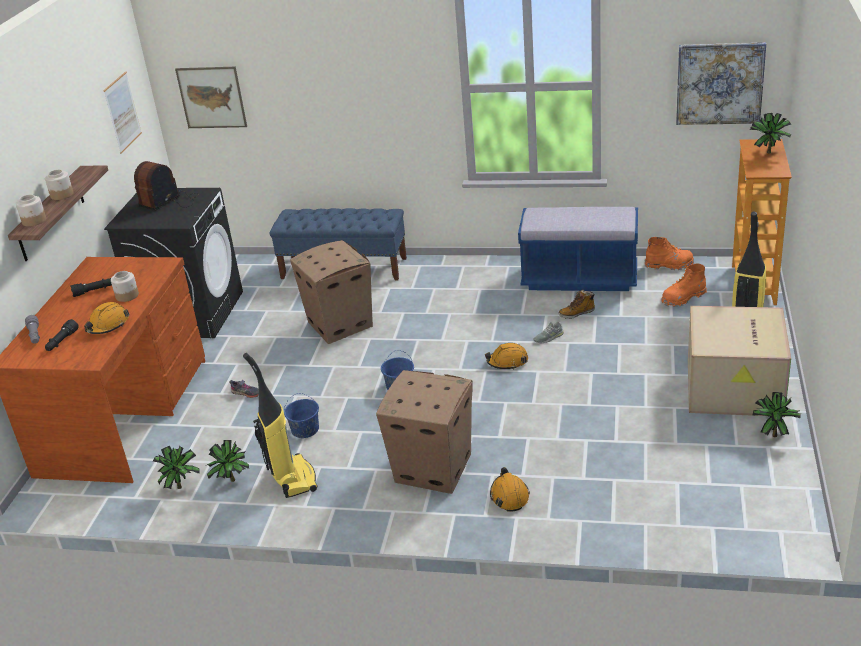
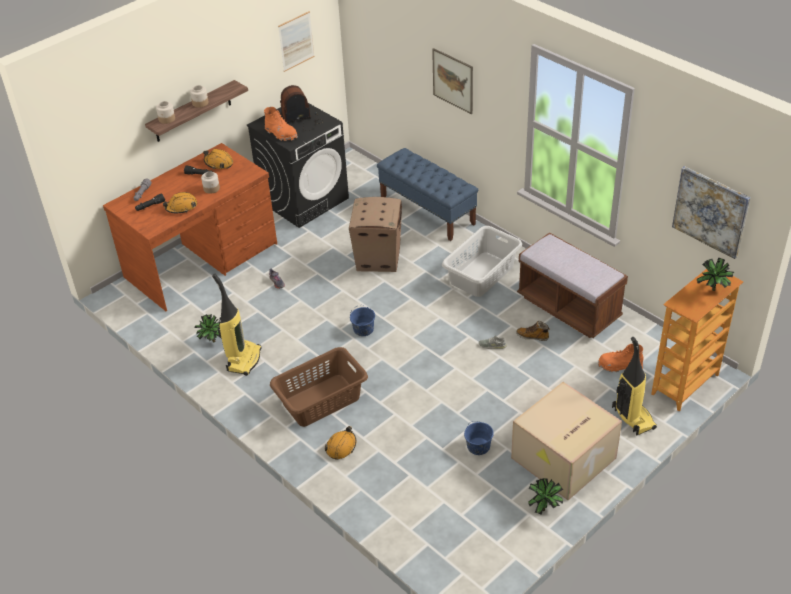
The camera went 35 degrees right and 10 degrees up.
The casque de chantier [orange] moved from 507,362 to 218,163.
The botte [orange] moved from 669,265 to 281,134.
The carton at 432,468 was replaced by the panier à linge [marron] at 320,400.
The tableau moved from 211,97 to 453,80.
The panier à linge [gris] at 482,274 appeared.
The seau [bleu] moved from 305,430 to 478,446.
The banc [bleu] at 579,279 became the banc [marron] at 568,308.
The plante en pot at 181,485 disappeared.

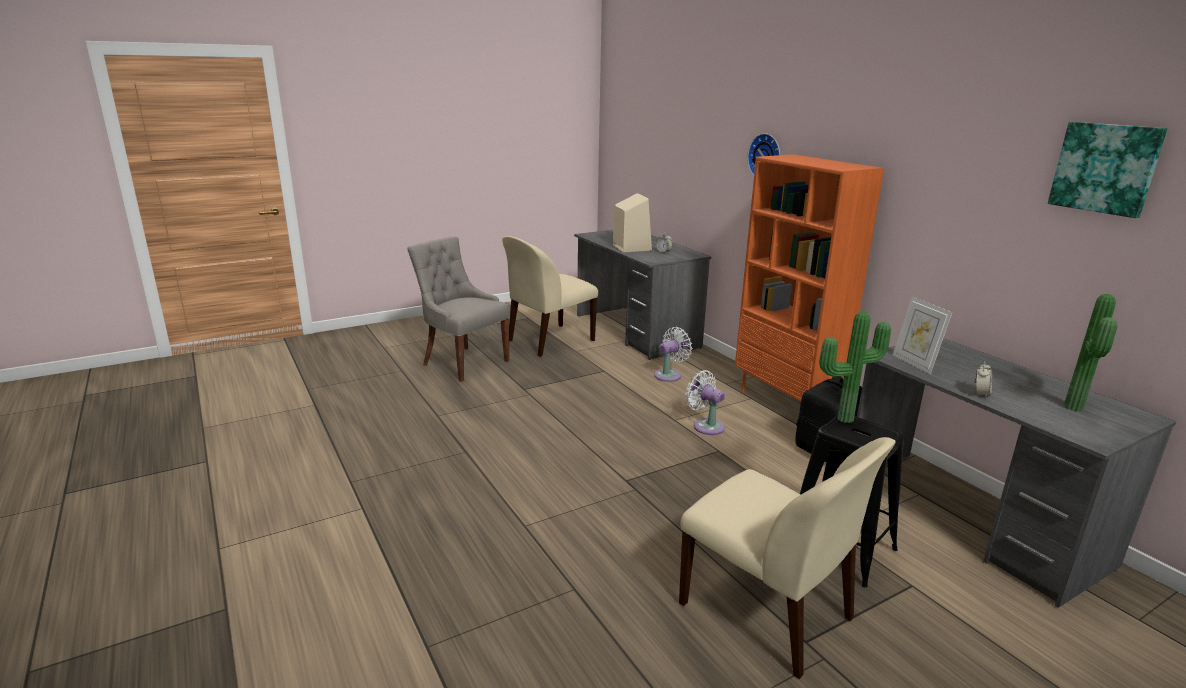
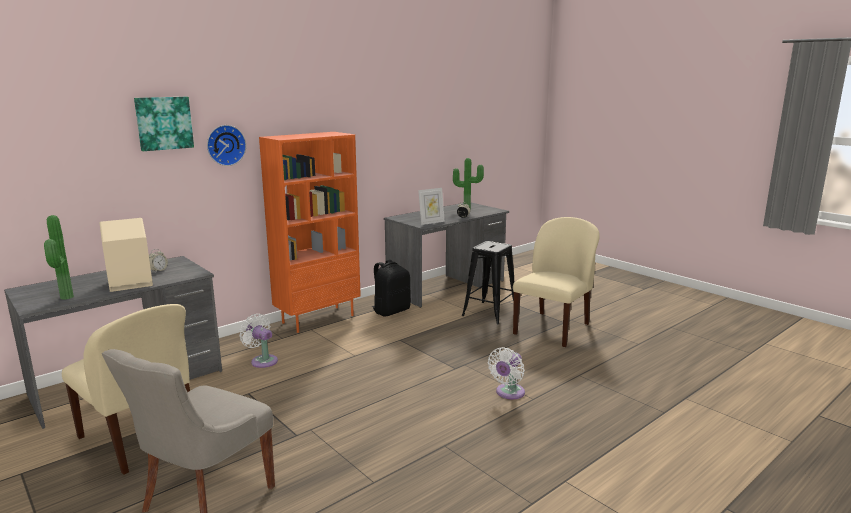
The camera went 100 degrees left and 5 degrees down.
The plante en pot moved from 843,417 to 64,298.
The tableau moved from 1105,168 to 164,123.
The ventilateur [blanc] moved from 706,426 to 508,393.

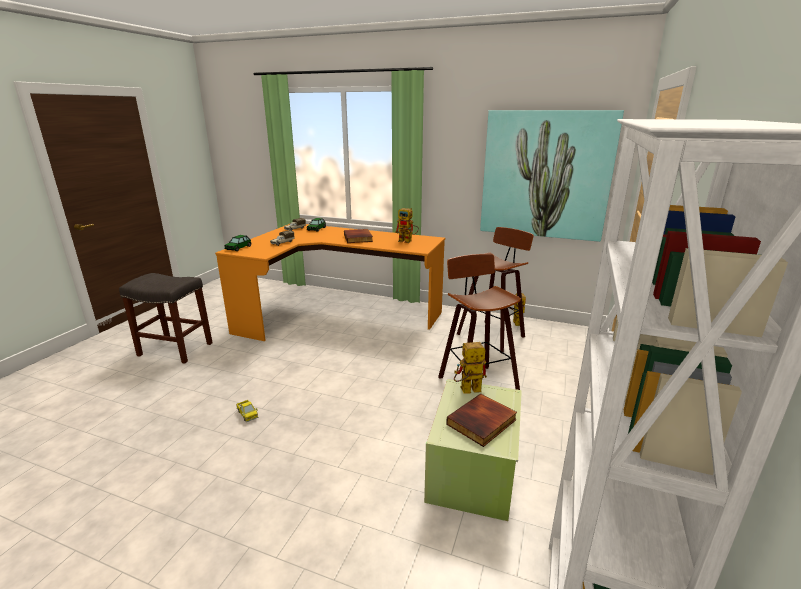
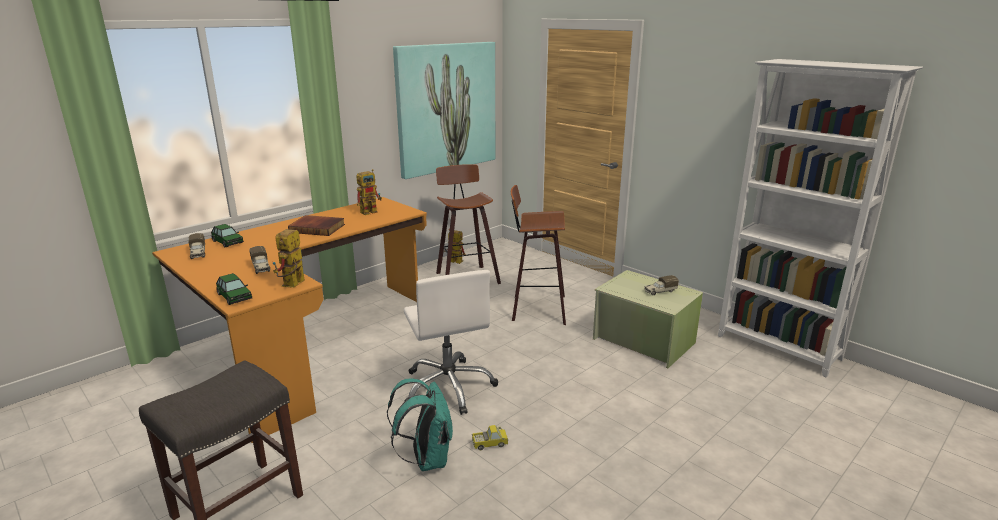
The camera went 65 degrees left and 0 degrees up.
The robot jouet moved from 466,391 to 292,285.
The sac à dos [turquoise] at 427,459 appeared.
The chaise de bureau [blanc] at 449,386 appeared.
The livre at 482,423 was replaced by the camion jouet at 660,291.

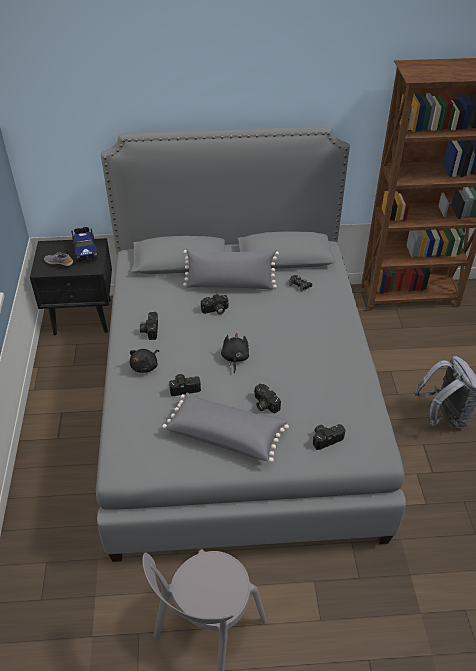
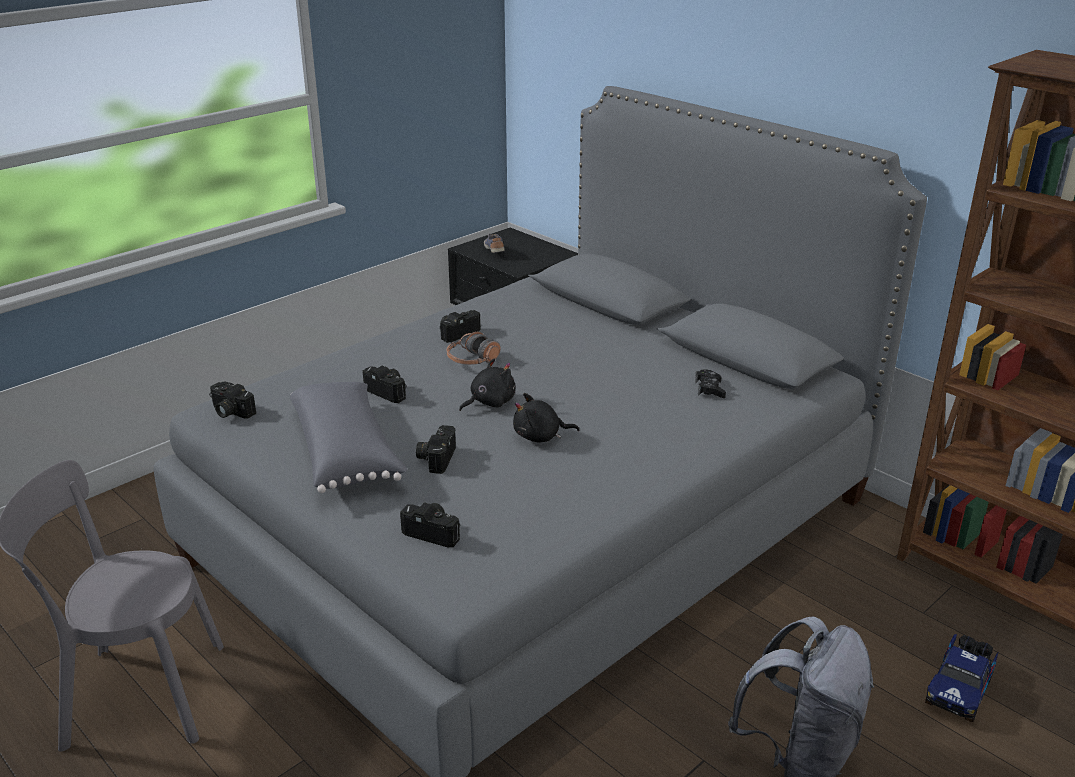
The camera went 50 degrees right and 15 degrees down.
The appareil photo moved from 215,310 to 230,411.
The casque audio at 472,360 appeared.
The peluche [noir] moved from 145,366 to 540,436.
The camion jouet moved from 85,250 to 960,688.
The coussin [gris] at 230,285 disappeared.

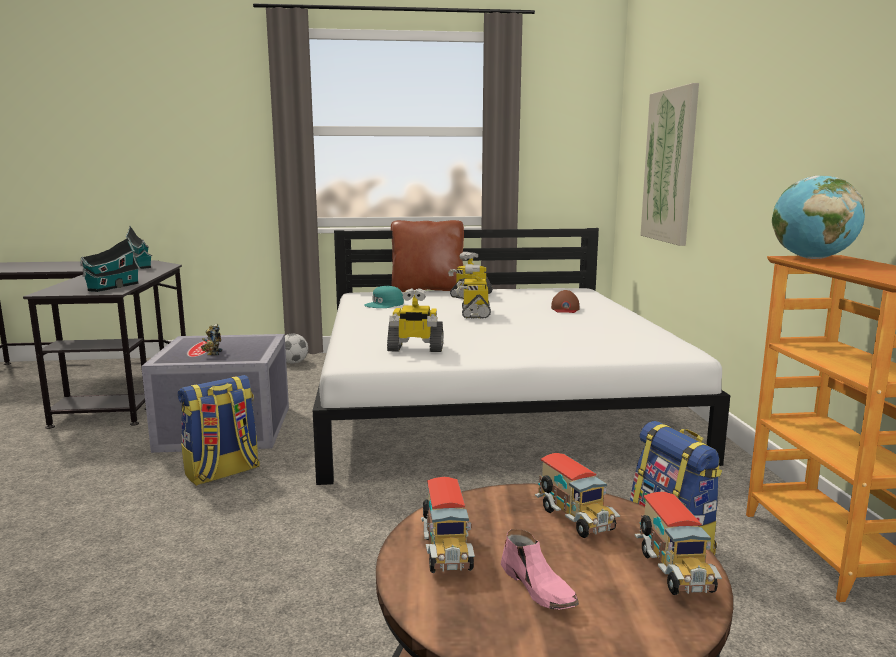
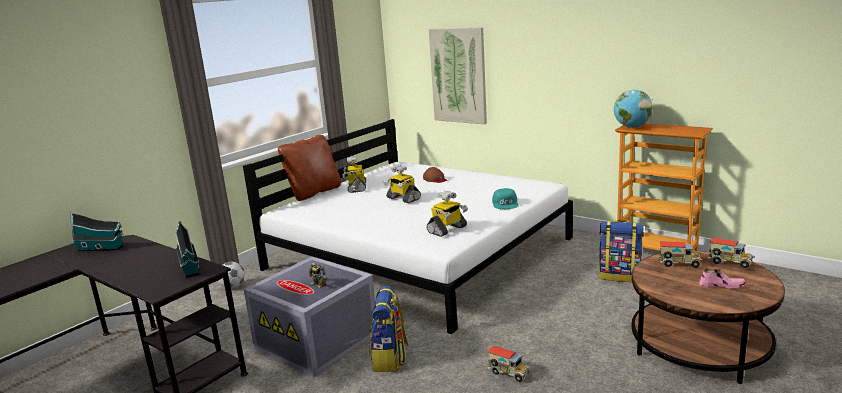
The camera went 45 degrees left and 5 degrees up.
The camion jouet moved from 446,552 to 508,374.
The casquette [turquoise] moved from 384,304 to 505,204.

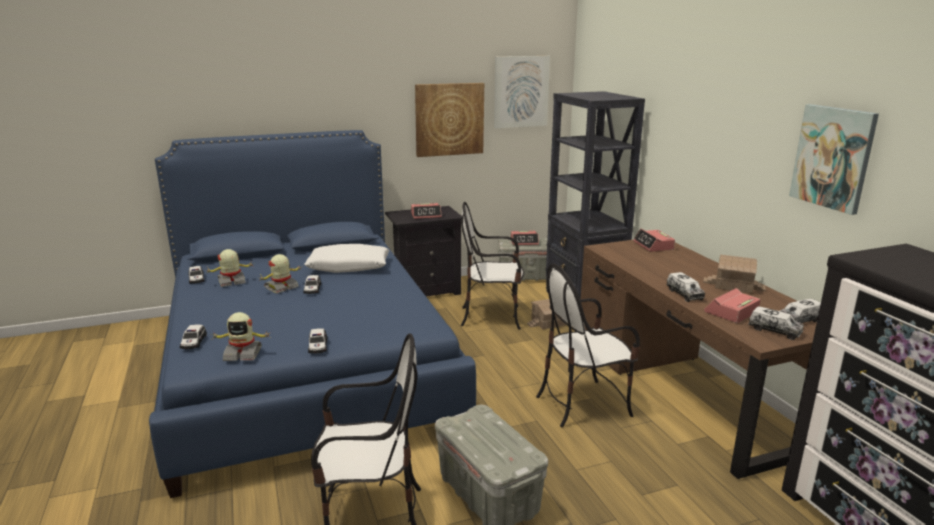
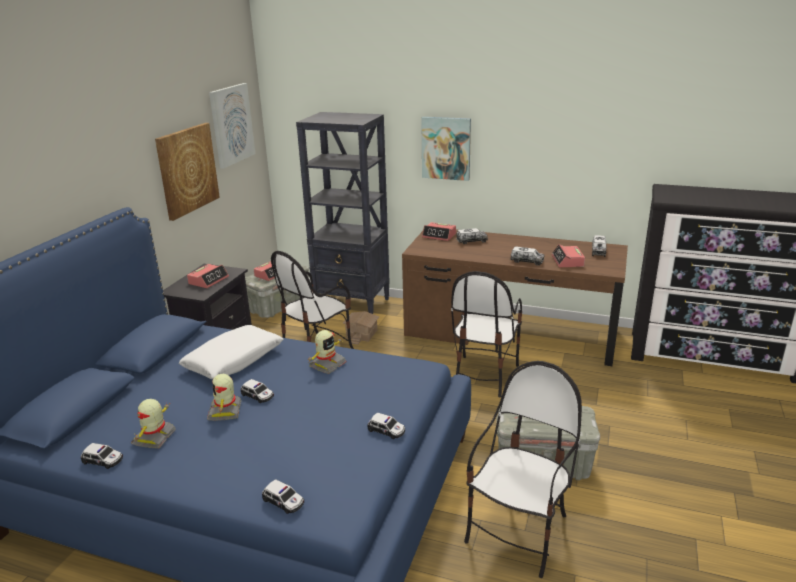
The camera went 50 degrees left and 5 degrees up.
The robot jouet moved from 243,354 to 327,365.
The tableau moved from 833,157 to 446,148.
The camion jouet moved from 774,331 to 471,241.
The maison miniature at 733,284 disappeared.

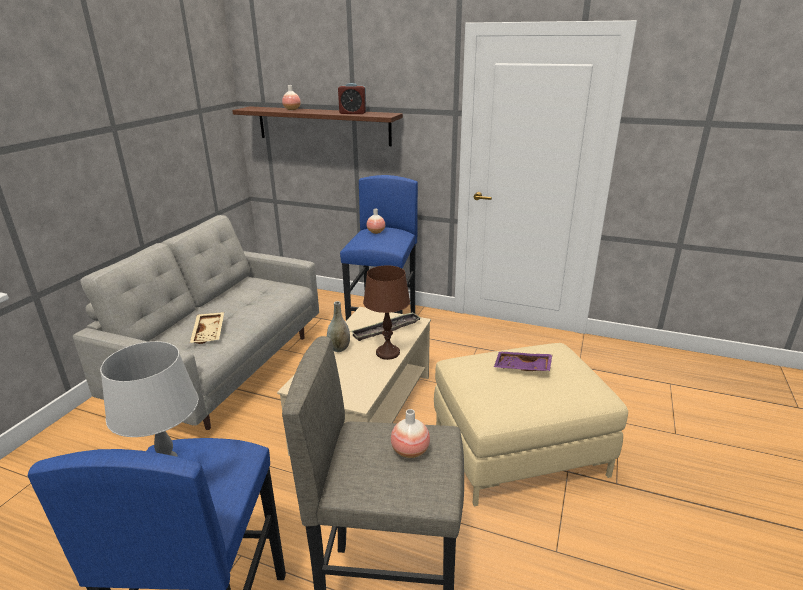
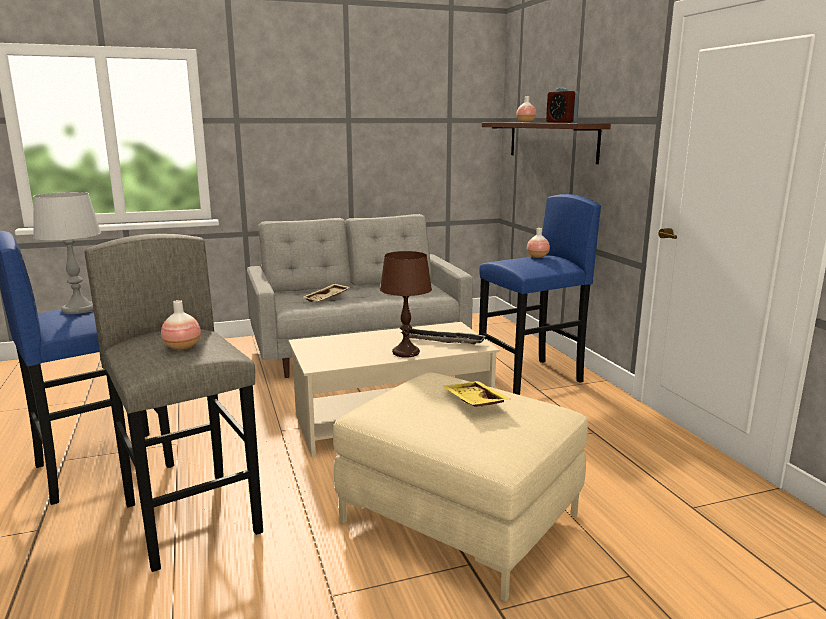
The camera went 50 degrees right and 10 degrees down.
The plateau [violet] at 522,368 became the plateau [jaune] at 473,402.
The vase [gris] at 339,348 disappeared.

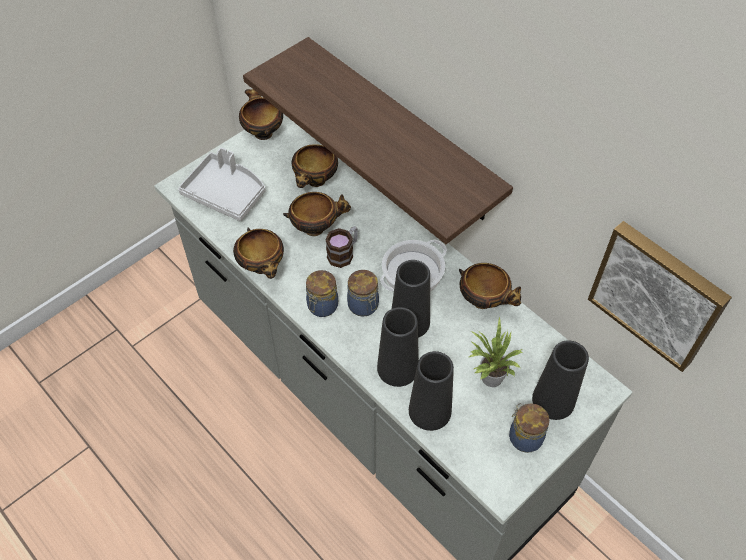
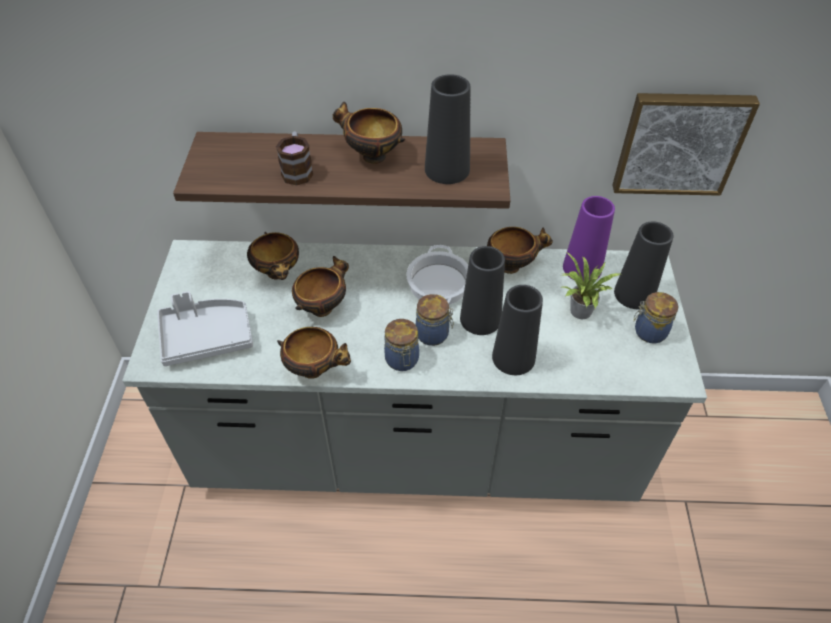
The camera went 45 degrees left and 5 degrees down.
The mug moved from 344,253 to 297,170.
The bol moved from 262,132 to 371,156.
The vase [noir] moved from 430,411 to 447,169.
The vase [violet] at 582,268 appeared.

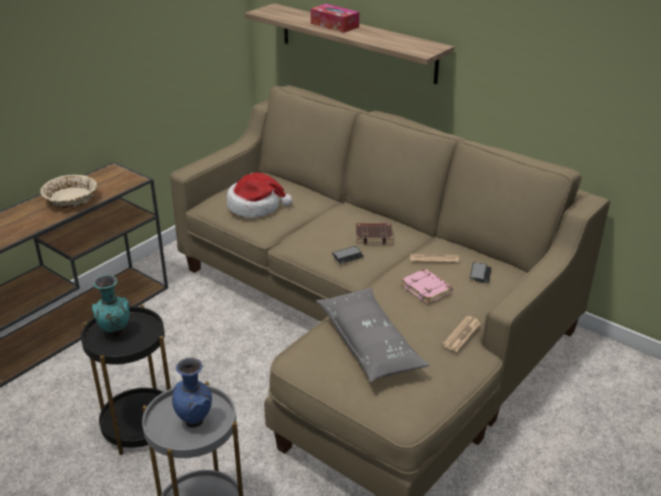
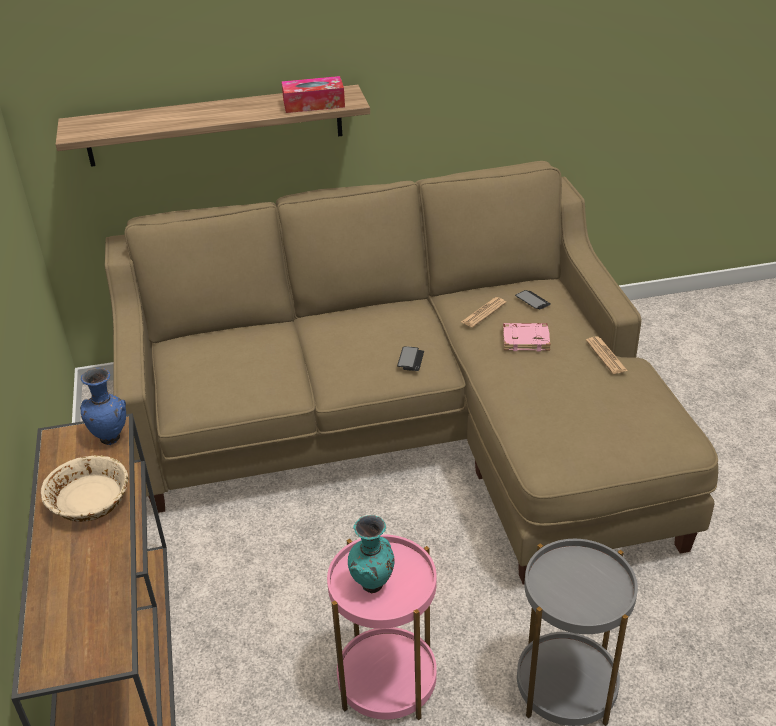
The camera went 50 degrees left and 5 degrees up.
The vase [bleu] moved from 195,422 to 111,438.
The boîte à mouchoirs moved from 334,25 to 313,104.
The table d'appoint [noir] at 139,425 became the table d'appoint [rose] at 387,681.
The chapeau at 255,206 disappeared.
The coussin [gris] at 369,344 disappeared.
The livre [marron] at 374,236 disappeared.

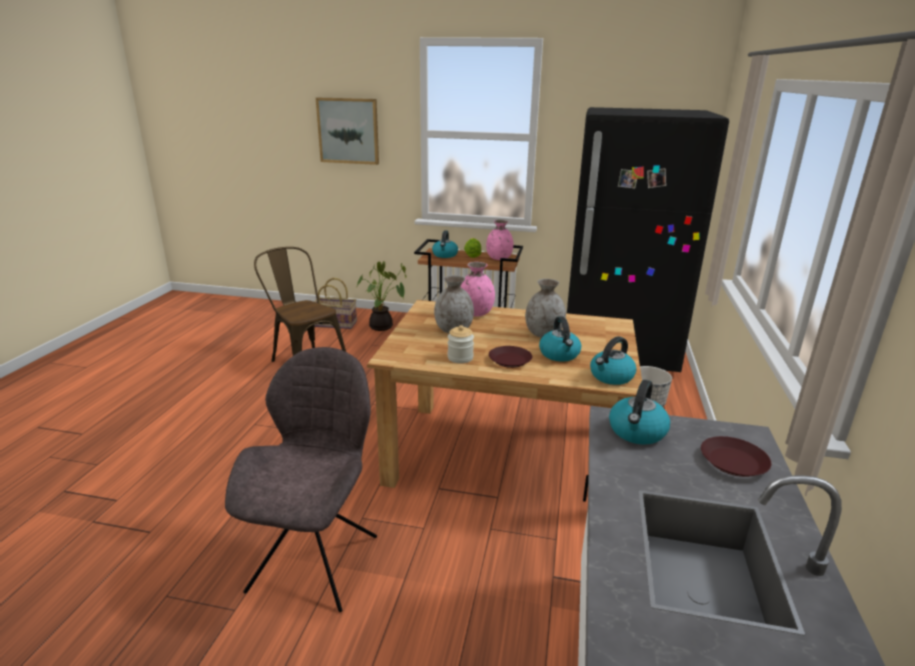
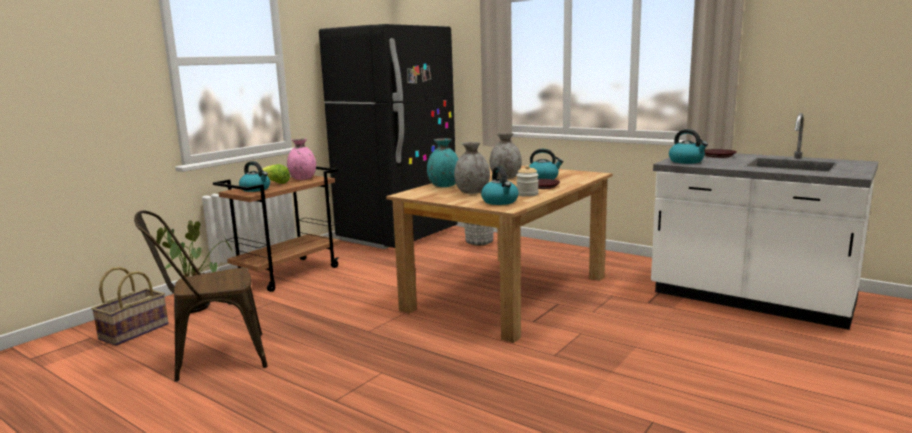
The camera went 65 degrees left and 10 degrees down.
The vase [rose] at 475,313 became the vase [turquoise] at 444,186.
The bouilloire moved from 611,377 to 500,201.
The chaise [gris] at 317,559 disappeared.
The tableau at 348,131 disappeared.

